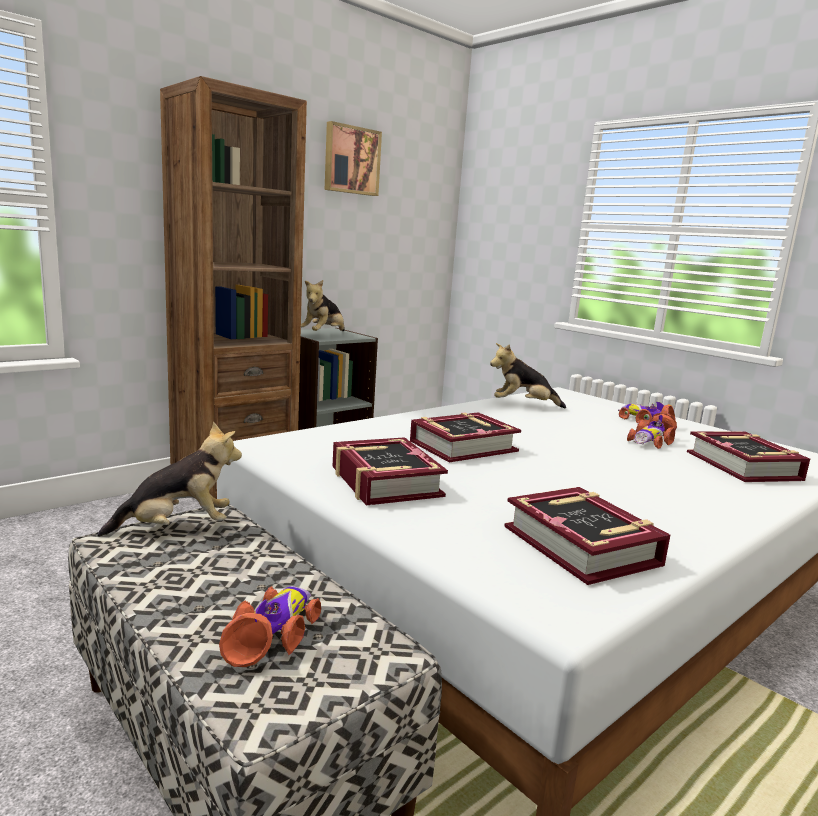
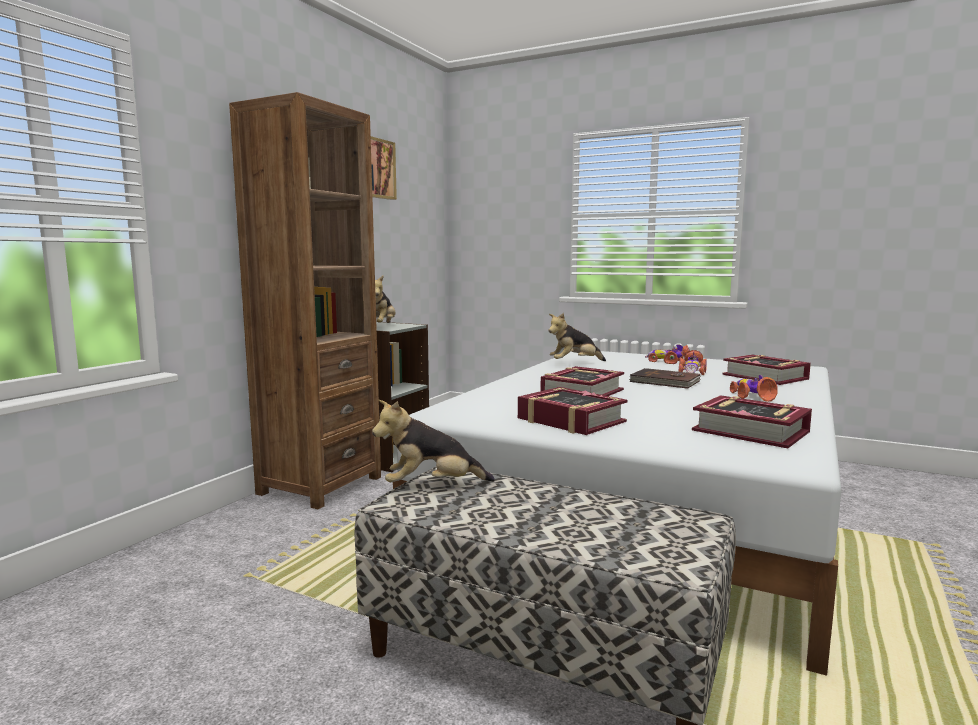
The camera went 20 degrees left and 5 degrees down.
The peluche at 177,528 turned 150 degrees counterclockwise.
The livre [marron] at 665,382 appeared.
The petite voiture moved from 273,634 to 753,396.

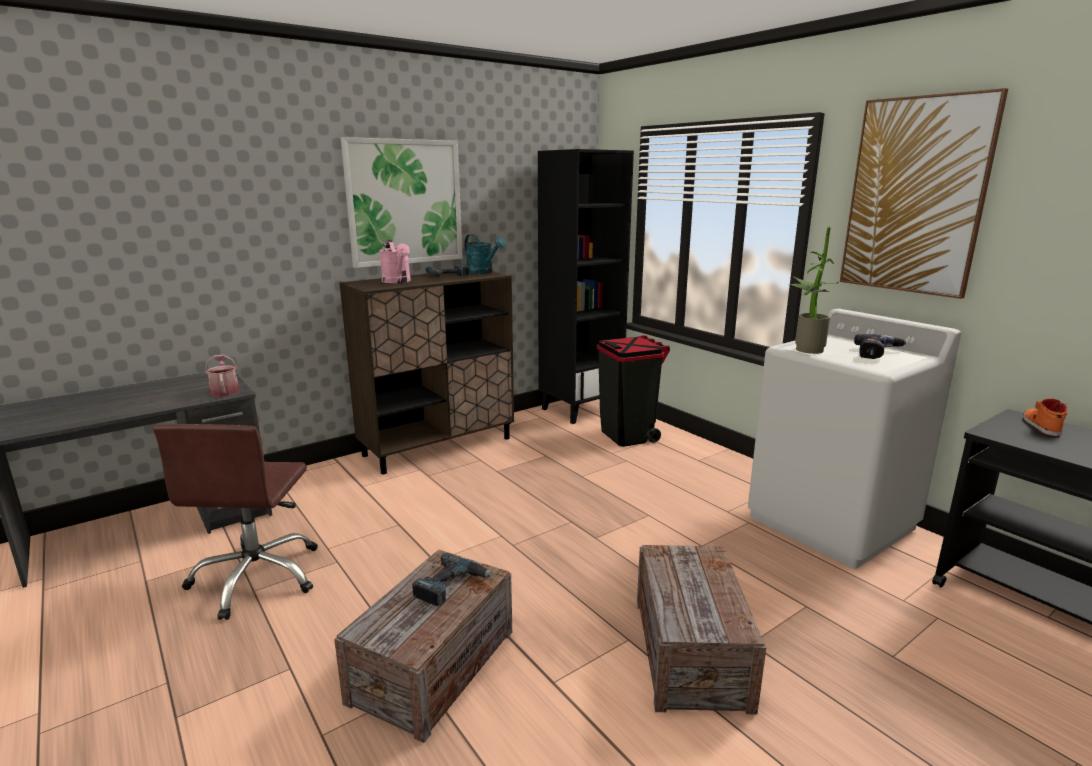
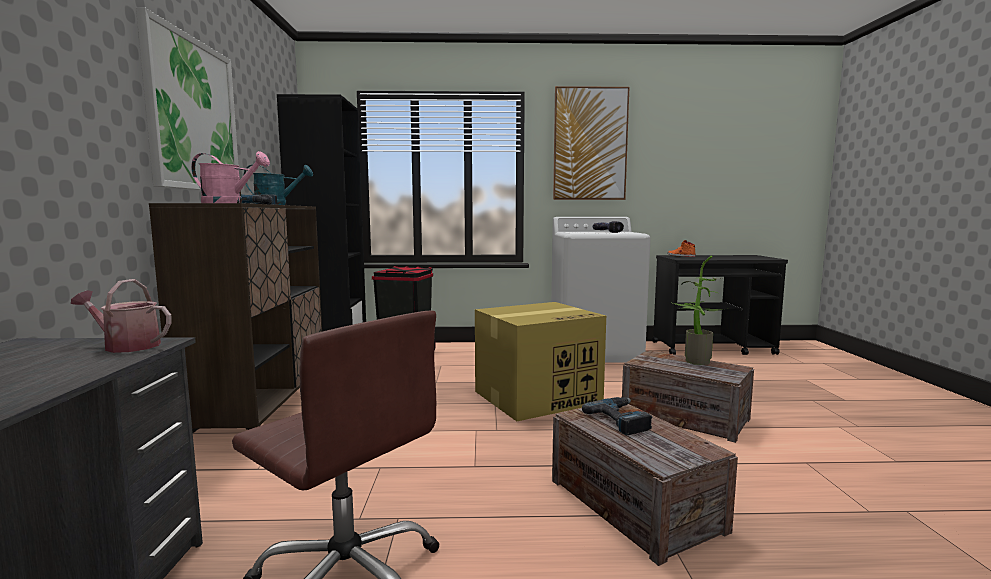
The camera went 55 degrees left and 10 degrees down.
The carton at 538,396 appeared.
The plante en pot moved from 805,349 to 694,362.

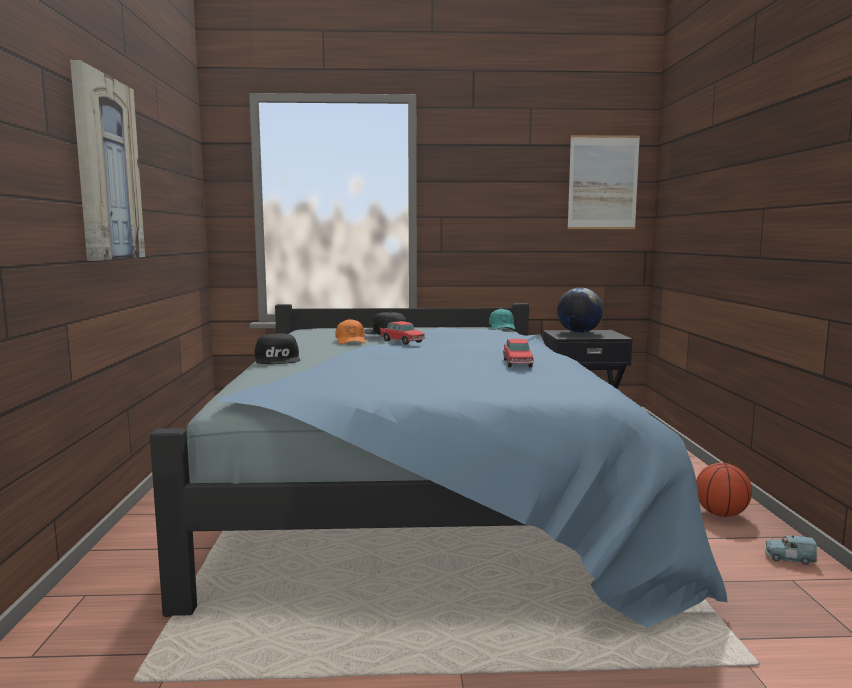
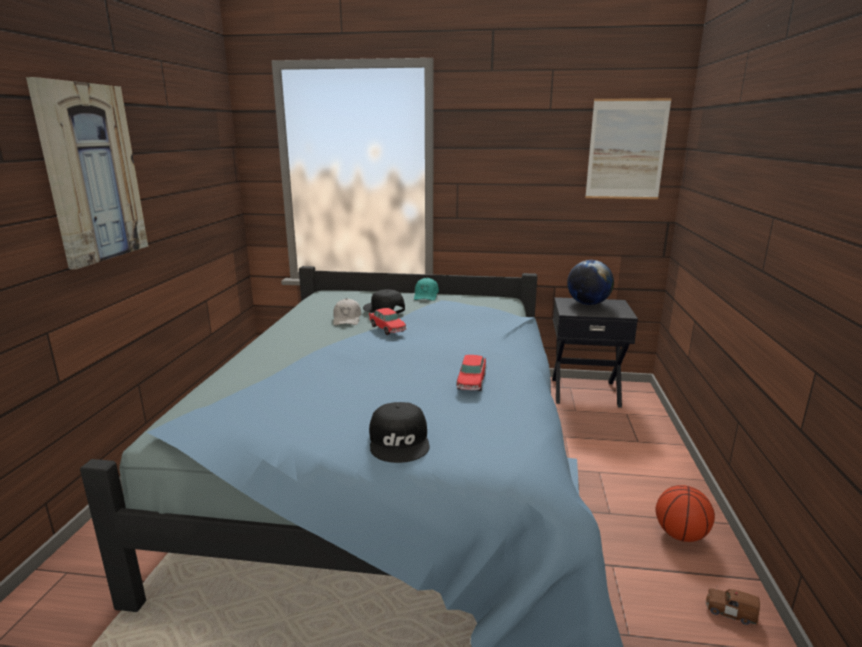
The camera went 10 degrees right and 10 degrees up.
The casquette [orange] at 351,341 became the casquette [blanc] at 347,319.
The casquette [noir] moved from 278,359 to 400,441.
The casquette [turquoise] moved from 502,327 to 426,296.
The petite voiture [bleu] at 789,558 became the petite voiture [marron] at 730,612.

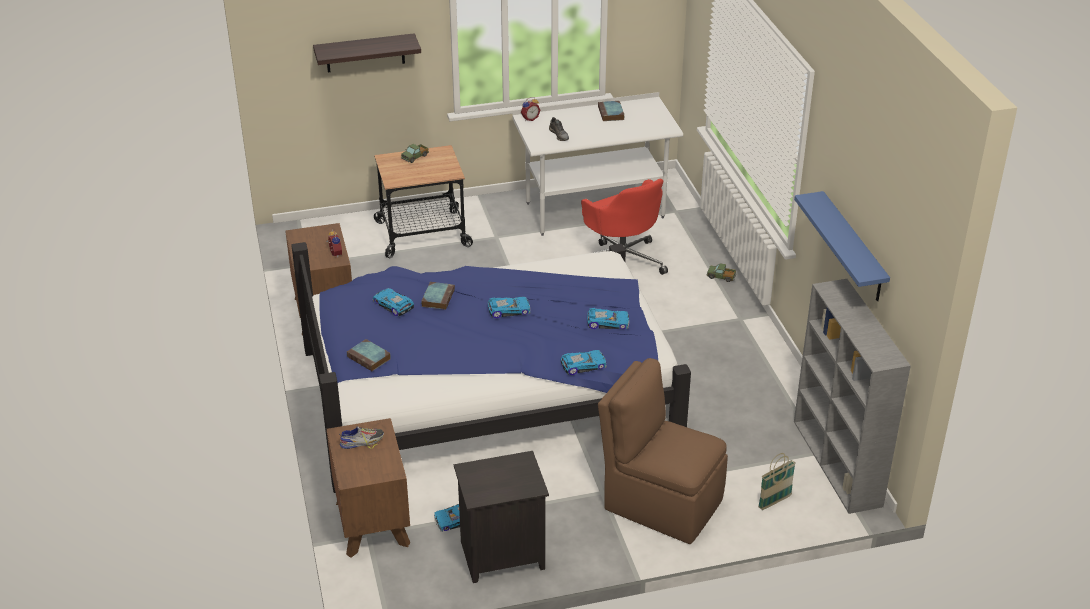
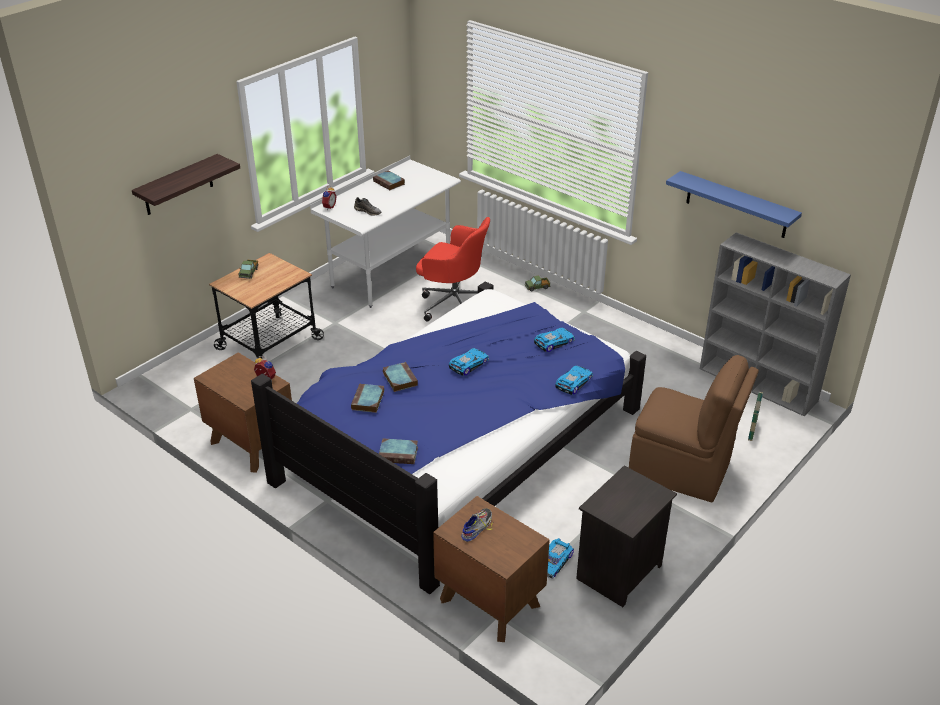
The camera went 35 degrees left and 0 degrees up.
The petite voiture at 393,305 was replaced by the livre at 368,401.
The chaise [marron] at 660,503 turned 150 degrees counterclockwise.

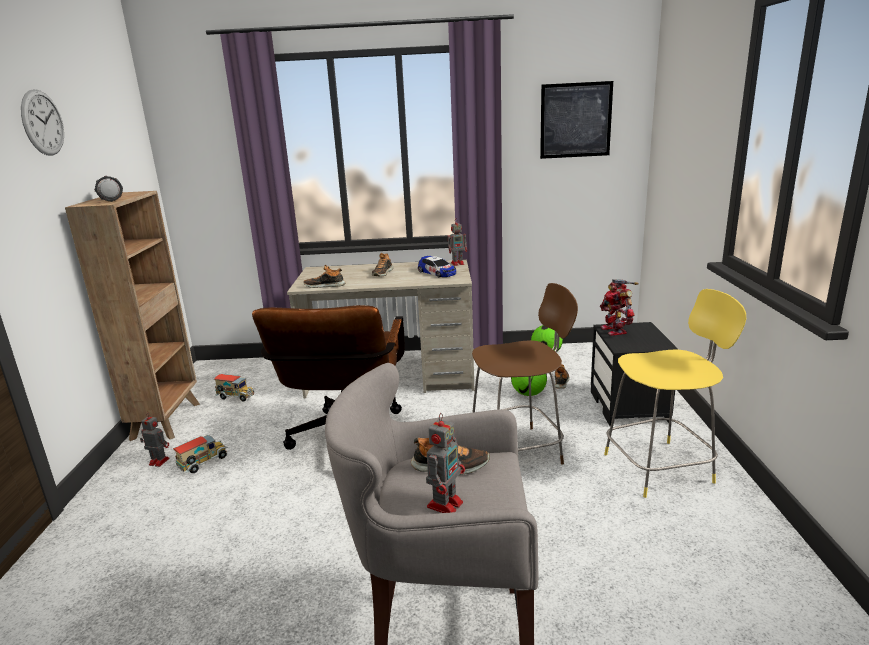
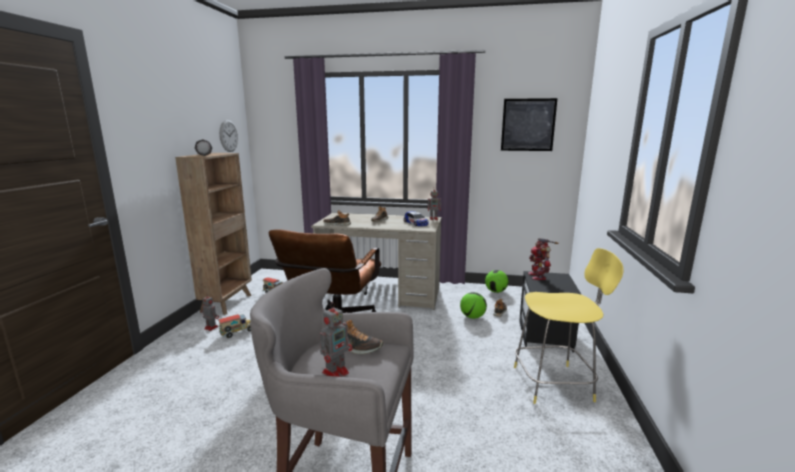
The camera went 10 degrees right and 5 degrees down.
The horloge murale moved from 43,123 to 228,136.
The tabouret [marron] at 518,451 disappeared.

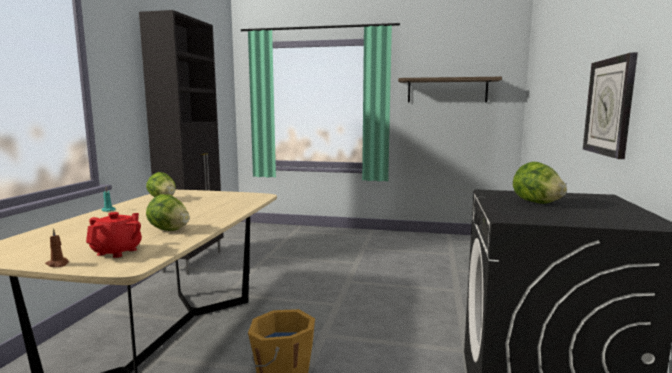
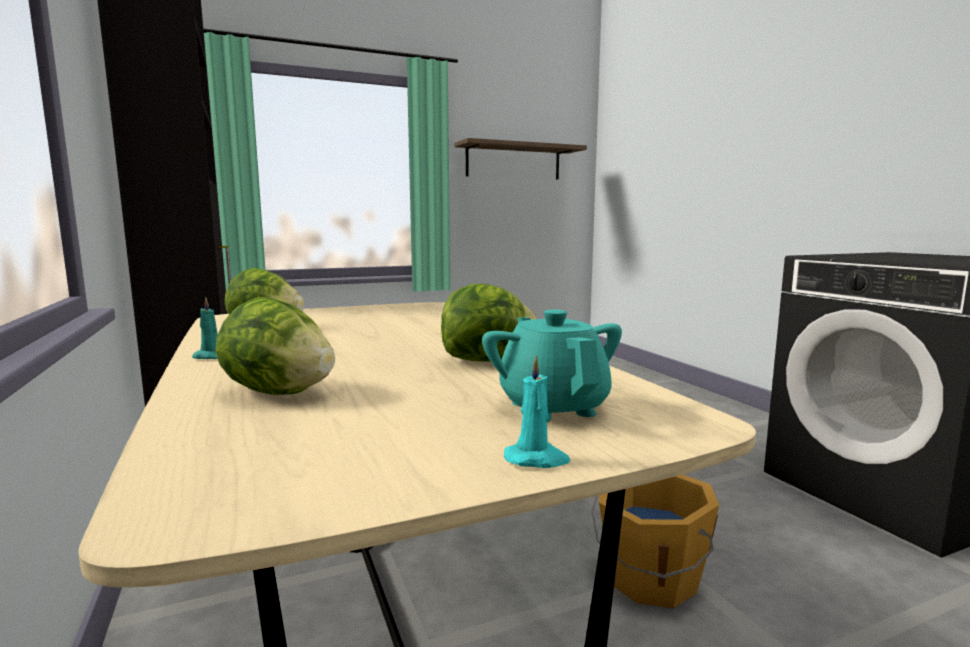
The camera went 35 degrees left and 0 degrees up.
The laitue moved from 536,202 to 279,392.
The théière [rouge] at 117,252 became the théière [turquoise] at 553,407.
The bougie [marron] at 58,264 became the bougie [turquoise] at 537,459.
The horloge murale at 609,107 disappeared.

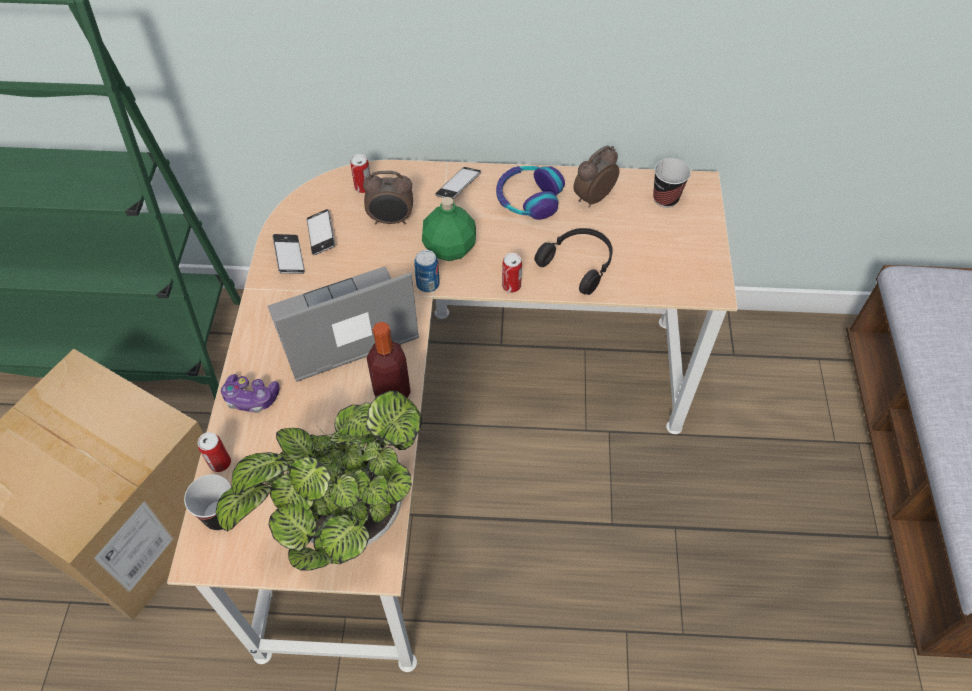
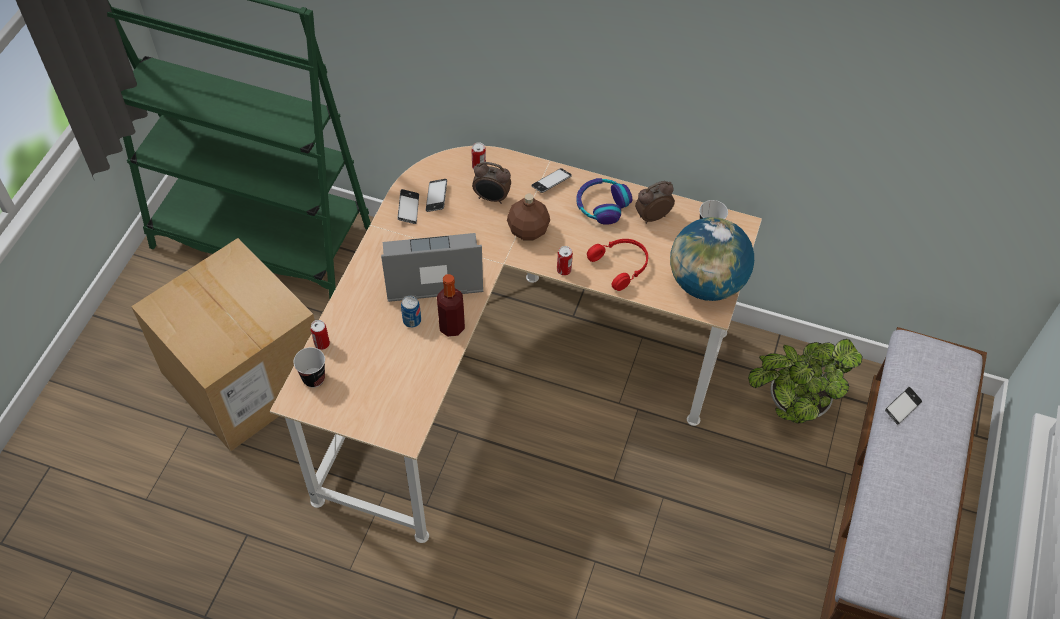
The camera went 15 degrees right and 0 degrees up.
The boîte métallique moved from 428,284 to 412,320.
The bouteille [vert] at 450,248 became the bouteille [marron] at 528,230.
The casque audio [noir] at 579,263 became the casque audio [rouge] at 621,265.
The globe at 706,283 appeared.
The plante en pot moved from 344,519 to 792,405.
The téléphone at 902,407 appeared.
The manette at 251,398 disappeared.

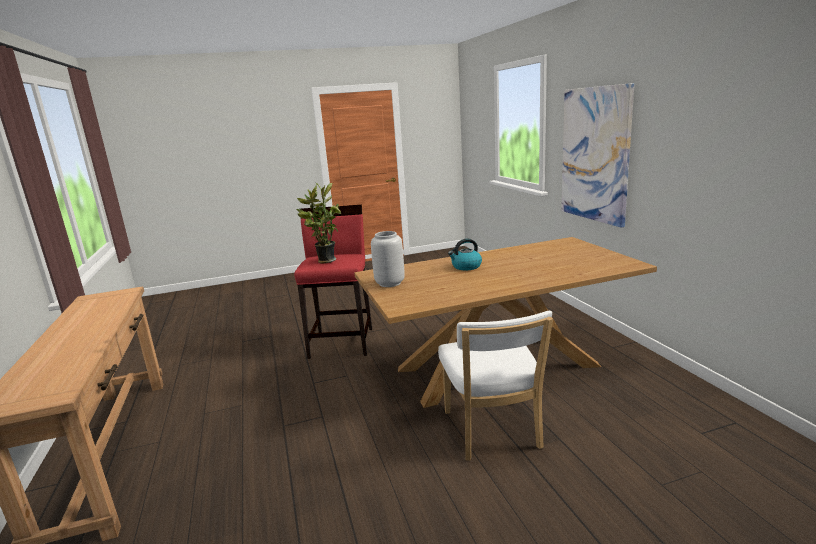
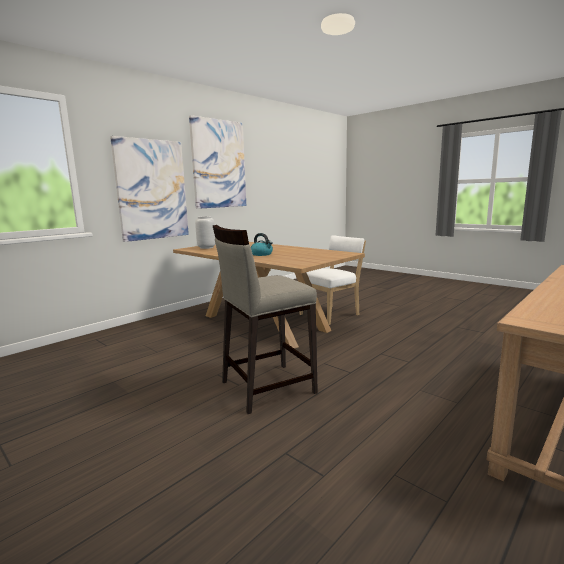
The camera went 120 degrees left and 5 degrees down.
The tableau at 219,164 appeared.
The vase [gris] moved from 389,283 to 206,247.
The tabouret [rouge] at 342,342 became the tabouret [beige] at 266,387.
The plante en pot at 324,261 disappeared.

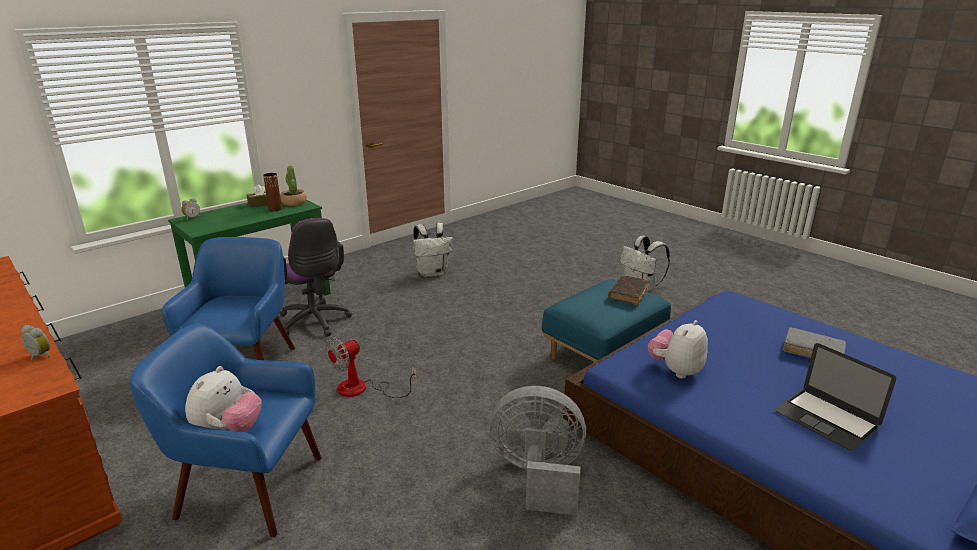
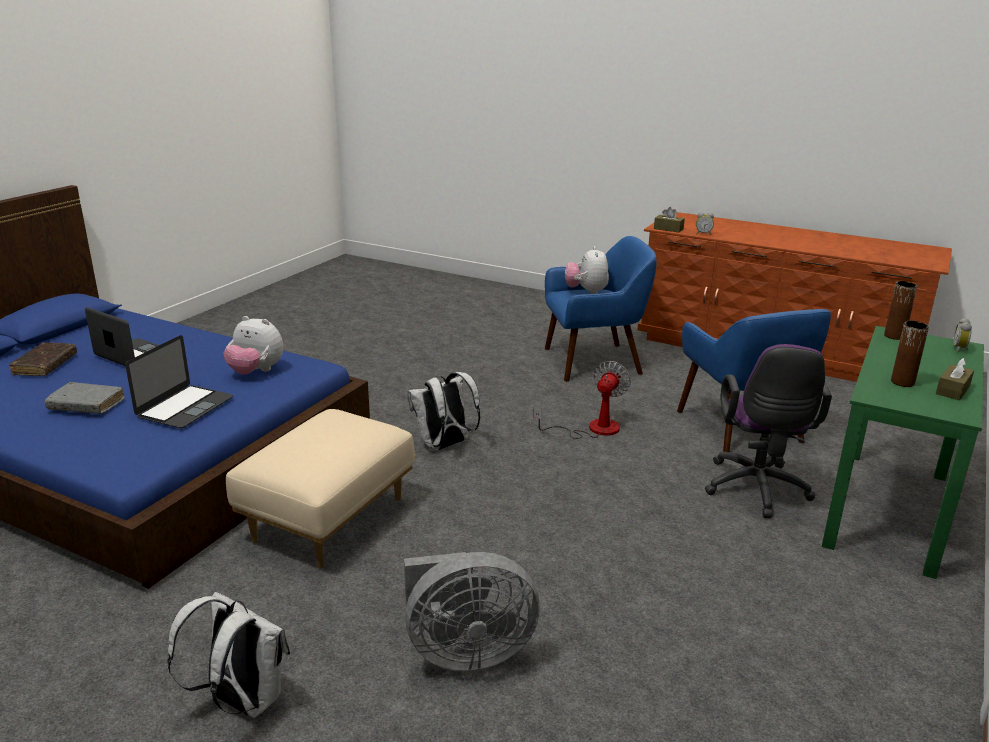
The camera went 160 degrees right and 0 degrees up.
The livre [marron] moved from 628,294 to 45,365.
The ordinateur portable at 185,406 appeared.
The peluche at 675,370 turned 90 degrees clockwise.
The pouf [bleu] at 603,354 became the pouf [beige] at 328,519.
The ventilateur [gris] moved from 538,476 to 465,652.
The sac à dos [blanc] moved from 432,273 to 444,445.
The boîte à mouchoirs [marron] at 668,229 appeared.
The chaise de bureau [violet] at 315,323 turned 120 degrees counterclockwise.
The vase [marron] at 894,336 appeared.
The plante en pot at 294,202 disappeared.

